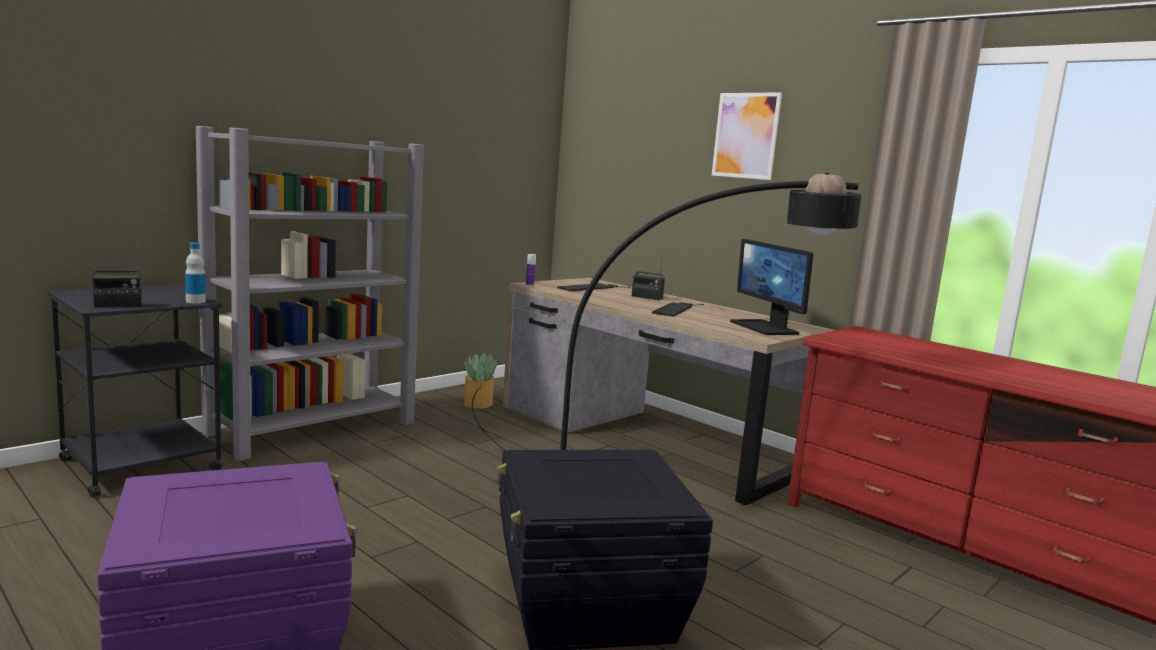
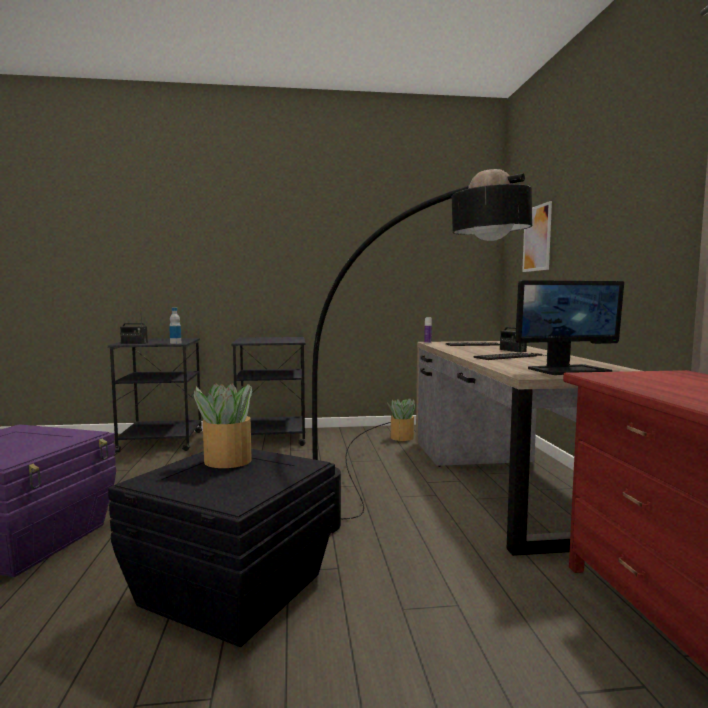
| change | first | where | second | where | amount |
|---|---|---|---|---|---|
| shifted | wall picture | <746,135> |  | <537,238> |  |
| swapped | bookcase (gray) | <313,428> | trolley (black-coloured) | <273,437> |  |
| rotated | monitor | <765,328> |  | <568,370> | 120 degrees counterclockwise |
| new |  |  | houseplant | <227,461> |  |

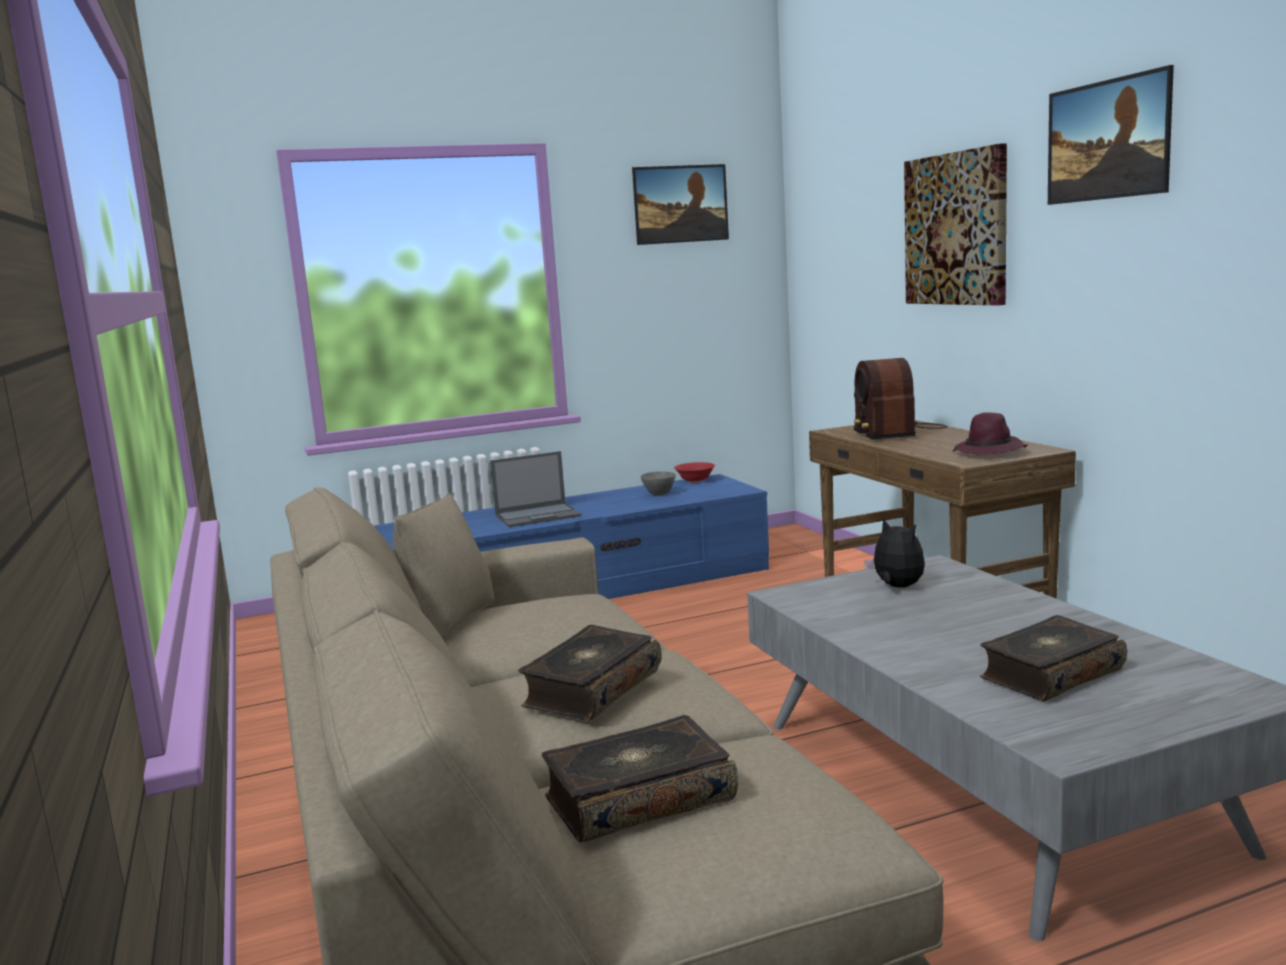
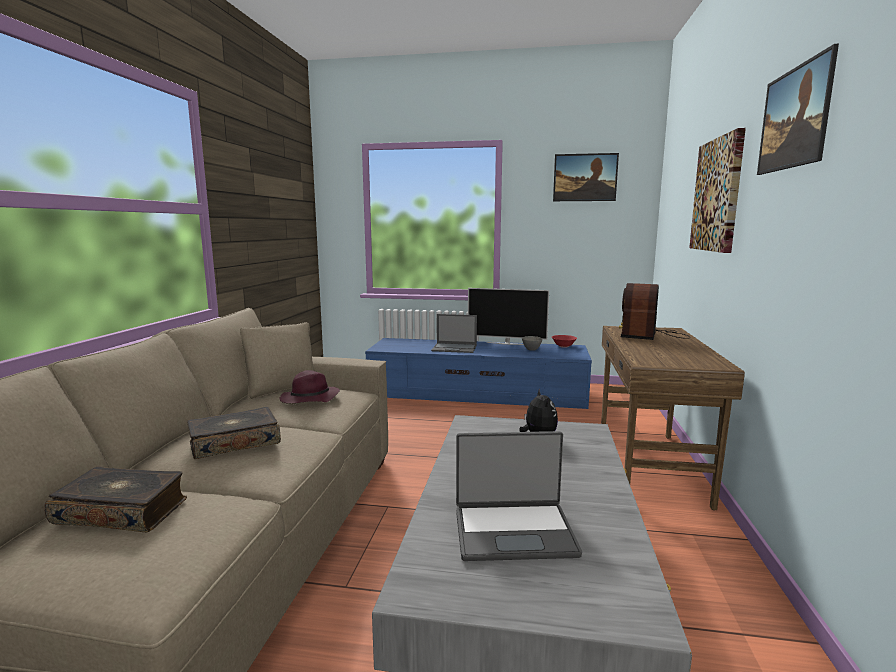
| change | first | where | second | where | amount |
|---|---|---|---|---|---|
| shifted | hat (purple-coloured) | <989,452> |  | <309,399> |  |
| swapped | volume | <1049,674> | portable computer | <514,531> |  |
| new |  |  | TV set | <507,343> |  |

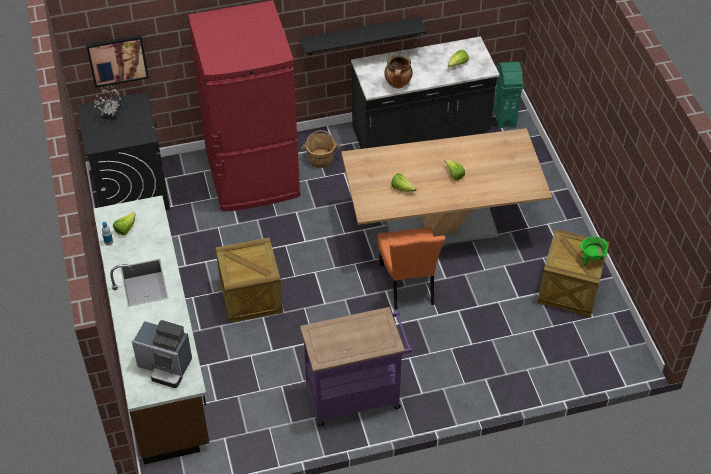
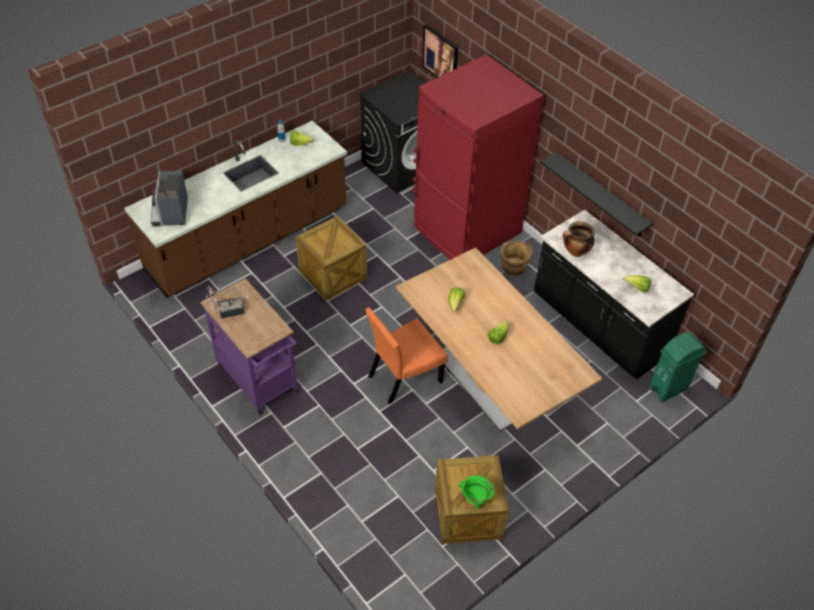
| change | first | where | second | where | amount |
|---|---|---|---|---|---|
| shifted | houseplant | <110,114> |  | <228,310> |  |

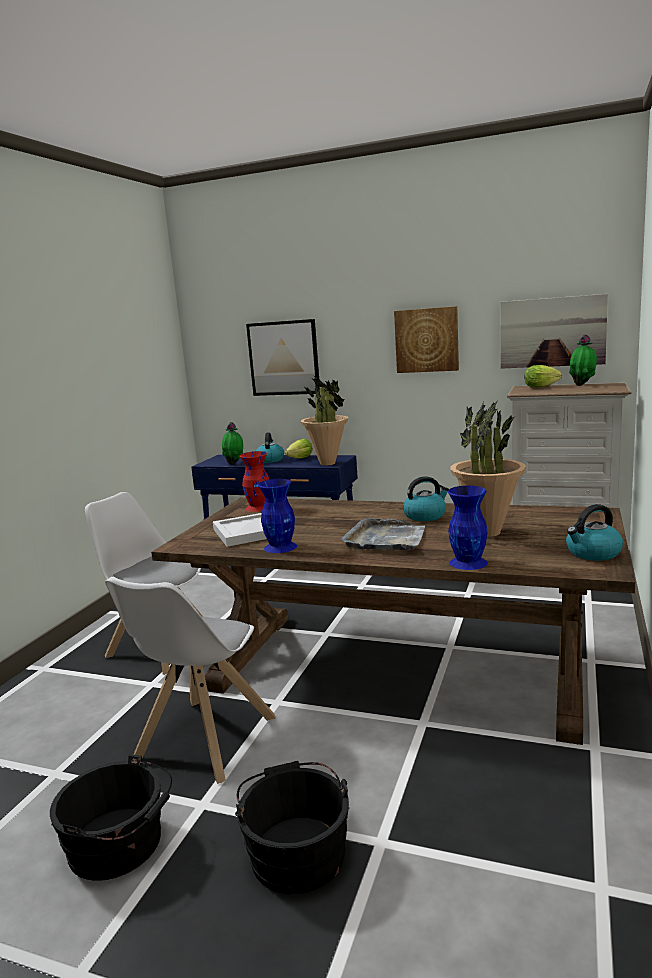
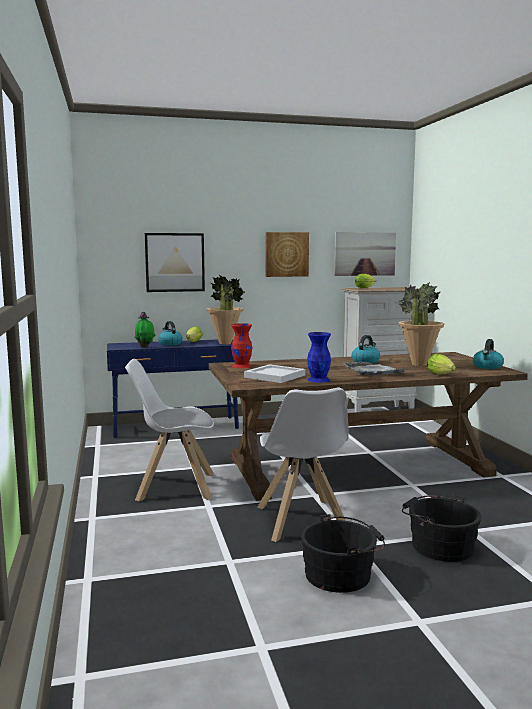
| change | first | where | second | where | amount |
|---|---|---|---|---|---|
| gone | houseplant | <582,385> |  |  |  |
| swapped | vase (blue) | <469,562> | lettuce head | <442,375> |  |

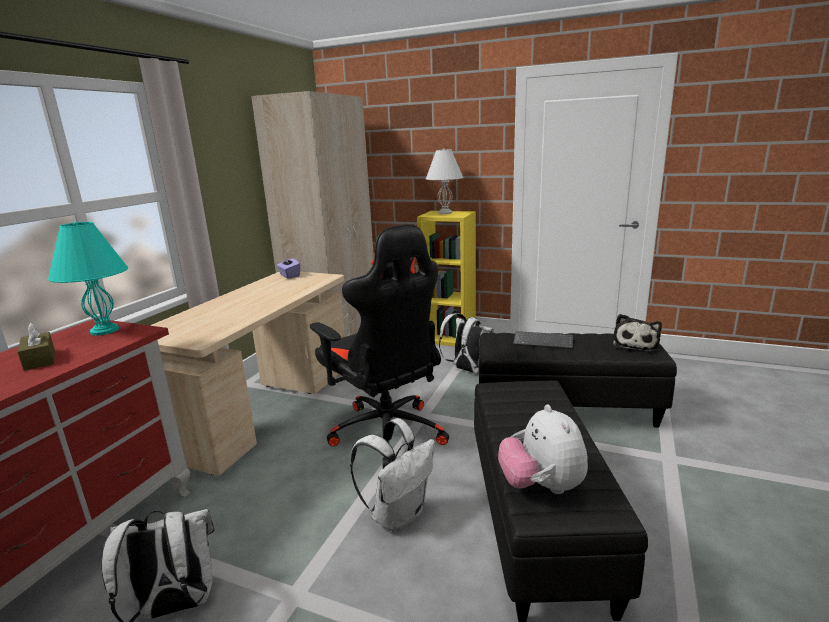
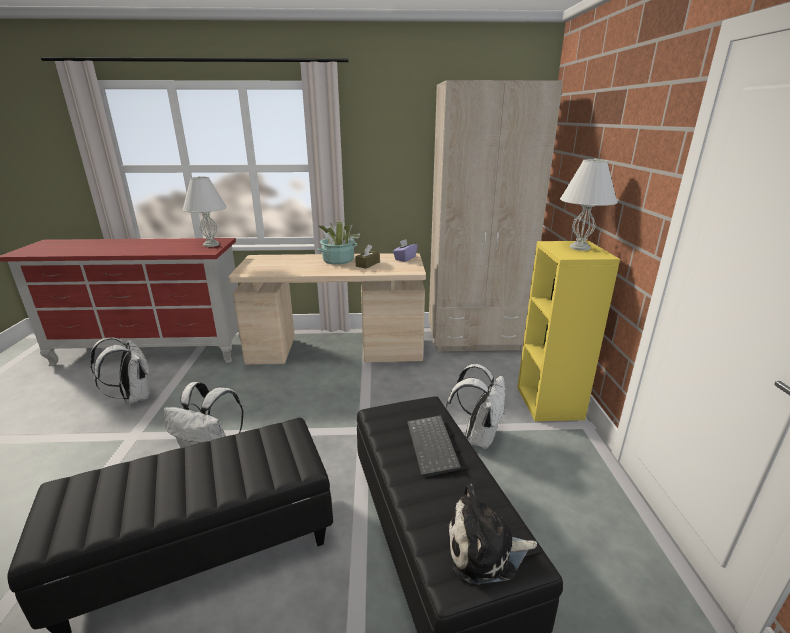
| change | first | where | second | where | amount |
|---|---|---|---|---|---|
| repainted | tabletop lamp (blue-green) | <104,330> | tabletop lamp (white) | <211,244> |  |
| gone | desk chair (black-coloured) | <383,428> |  |  |  |
| shifted | box of tissues (brownish) | <40,359> |  | <367,264> |  |
| gone | cuddly toy | <541,486> |  |  |  |
| new |  |  | houseplant | <338,260> |  |

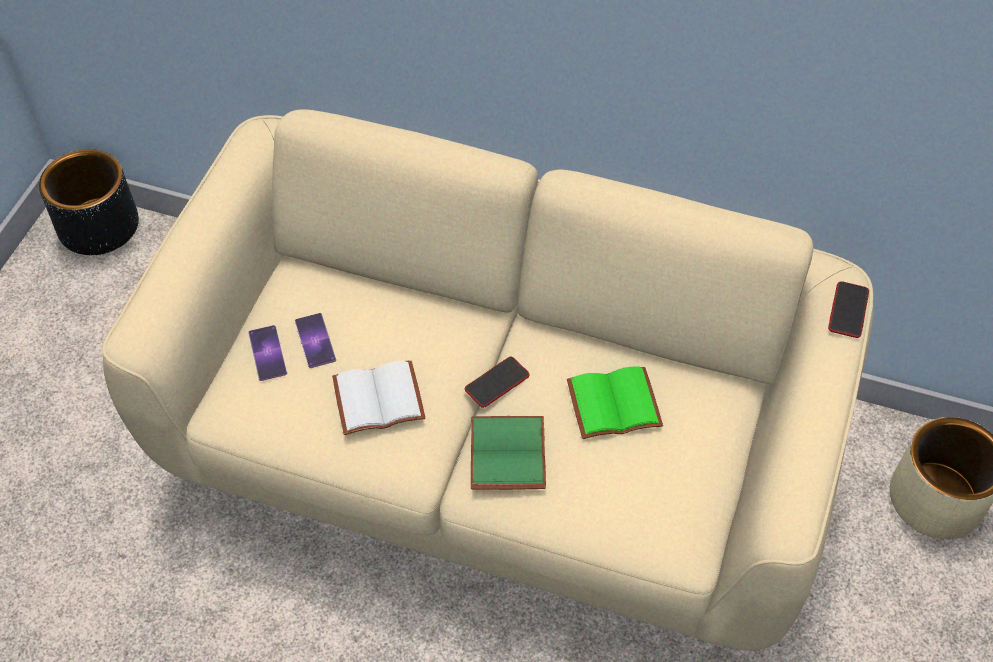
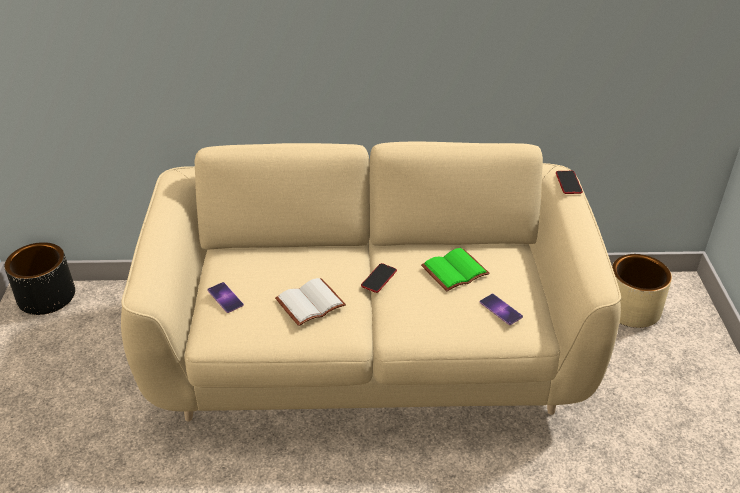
| change | first | where | second | where | amount |
|---|---|---|---|---|---|
| shifted | handset | <315,340> |  | <500,309> |  |
| gone | volume (green) | <510,455> |  |  |  |

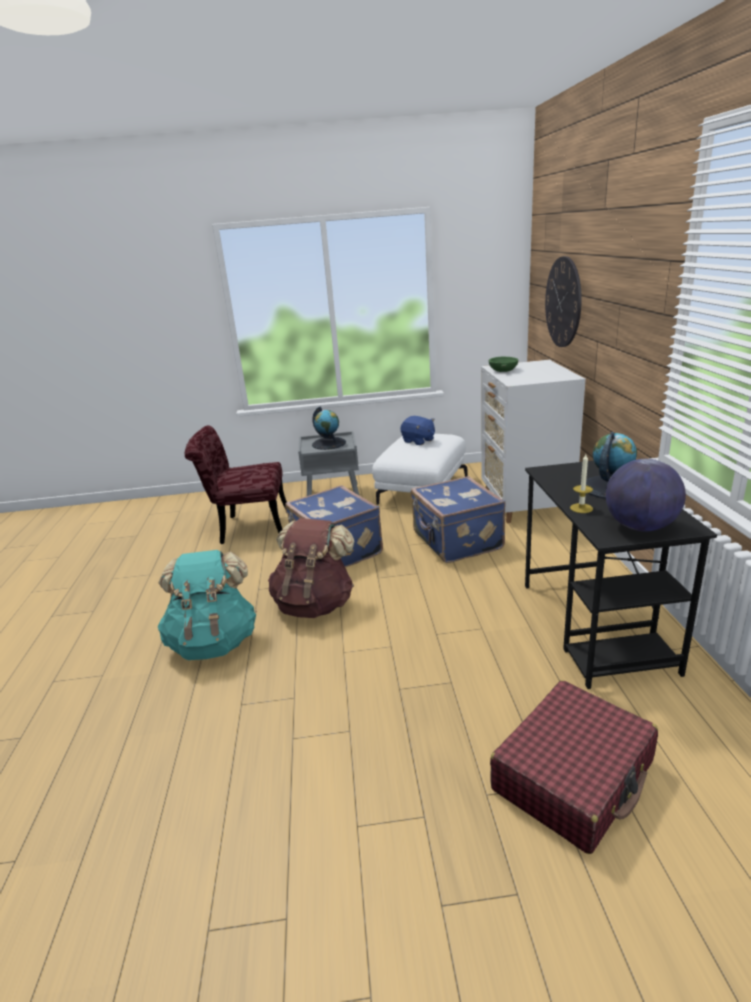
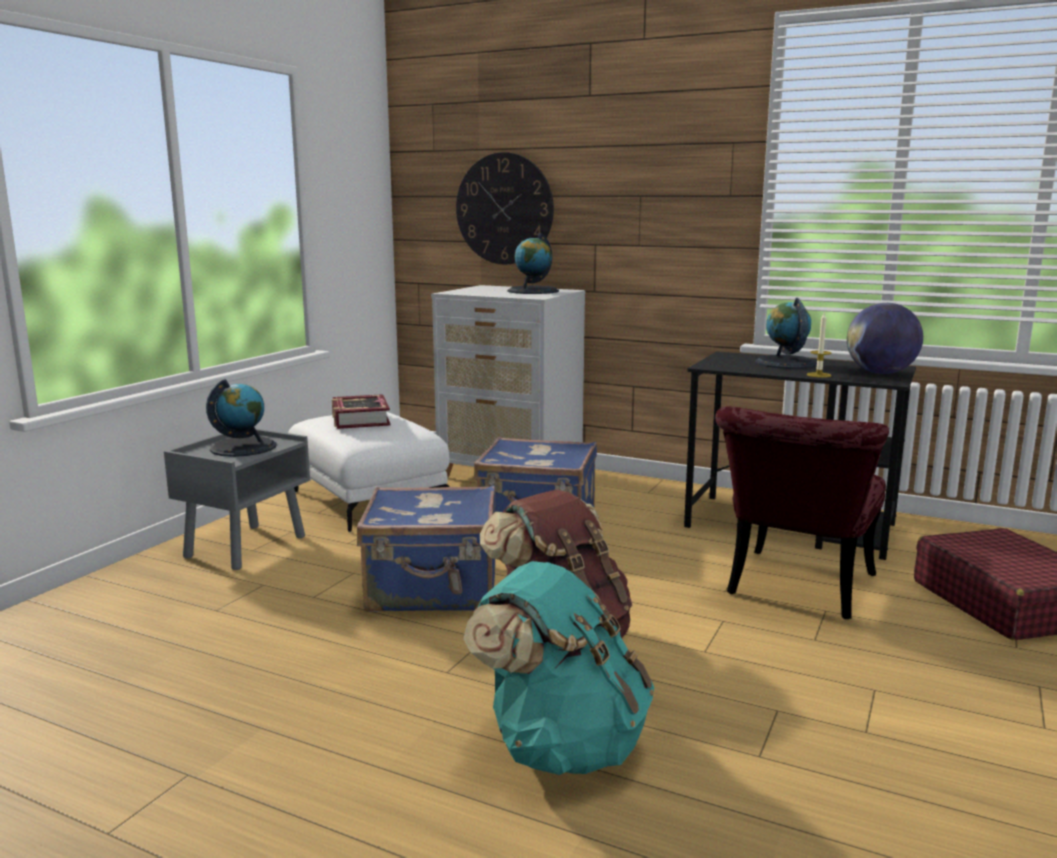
| change | first | where | second | where | amount |
|---|---|---|---|---|---|
| gone | bowl (green) | <502,370> |  |  |  |
| swapped | cuddly toy (blue) | <418,441> | volume | <360,419> |  |
| shifted | upright chair (red-coloured) | <247,528> |  | <796,590> |  |
| new |  |  | world globe | <533,291> |  |

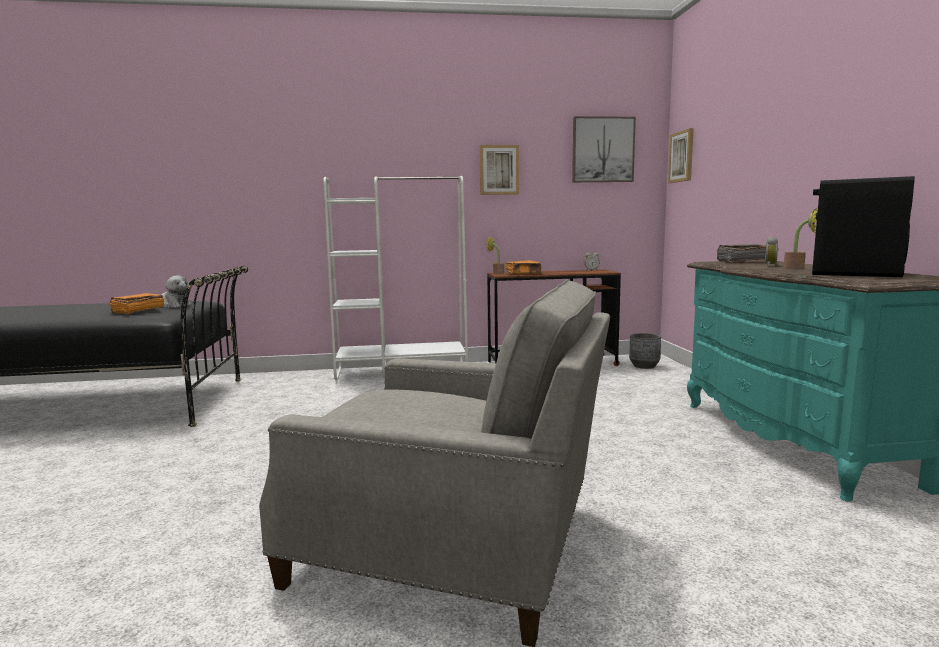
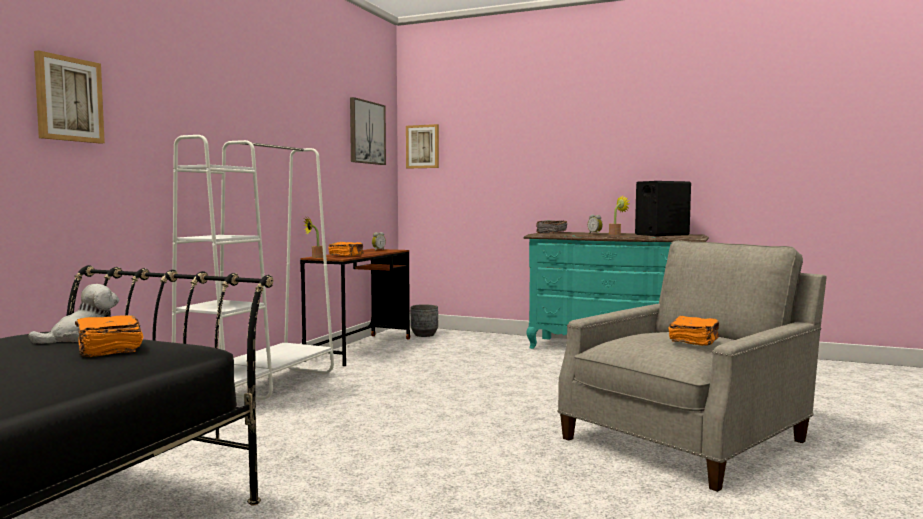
| change | first | where | second | where | amount |
|---|---|---|---|---|---|
| shifted | wall picture | <499,170> |  | <68,99> |  |
| new |  |  | volume (orange-coloured) | <694,341> |  |

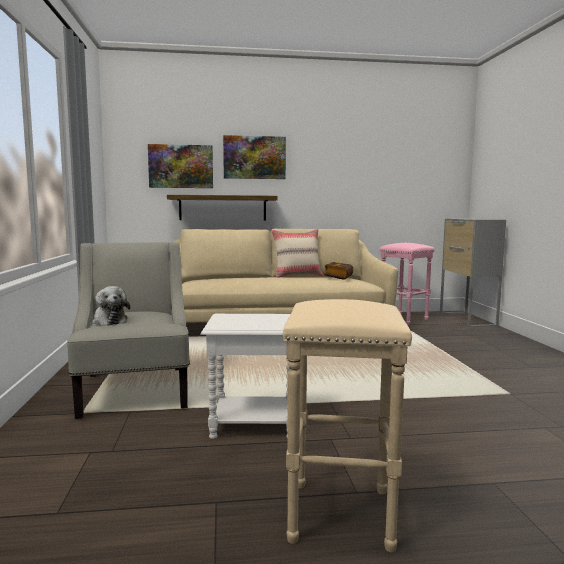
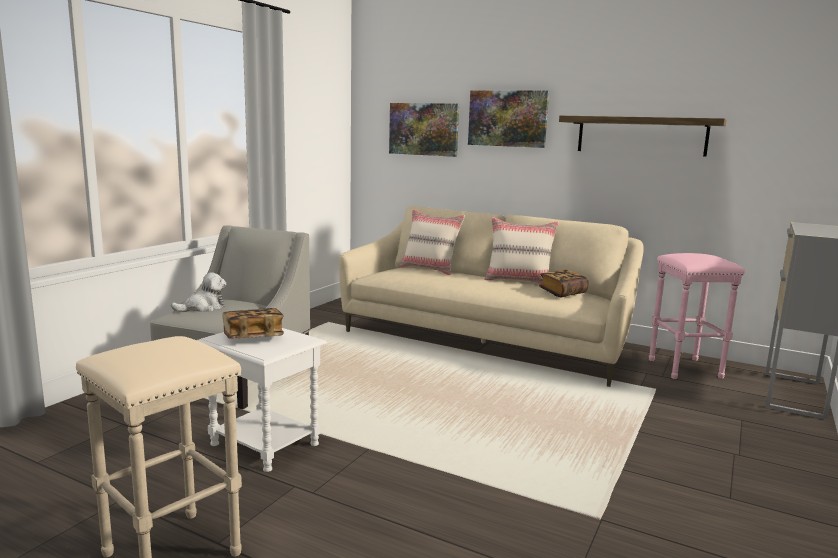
| change | first | where | second | where | amount |
|---|---|---|---|---|---|
| shifted | wall shelf | <223,208> |  | <641,135> |  |
| rotated | cuddly toy | <109,321> |  | <203,308> | 120 degrees counterclockwise |
| new |  |  | throw pillow (beige) | <430,269> |  |
| new |  |  | volume | <253,337> |  |

